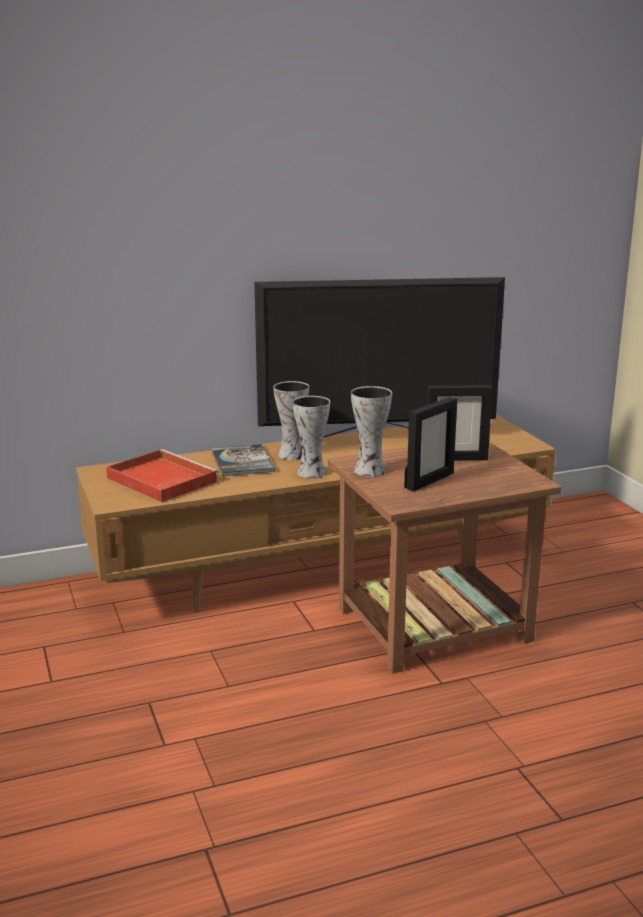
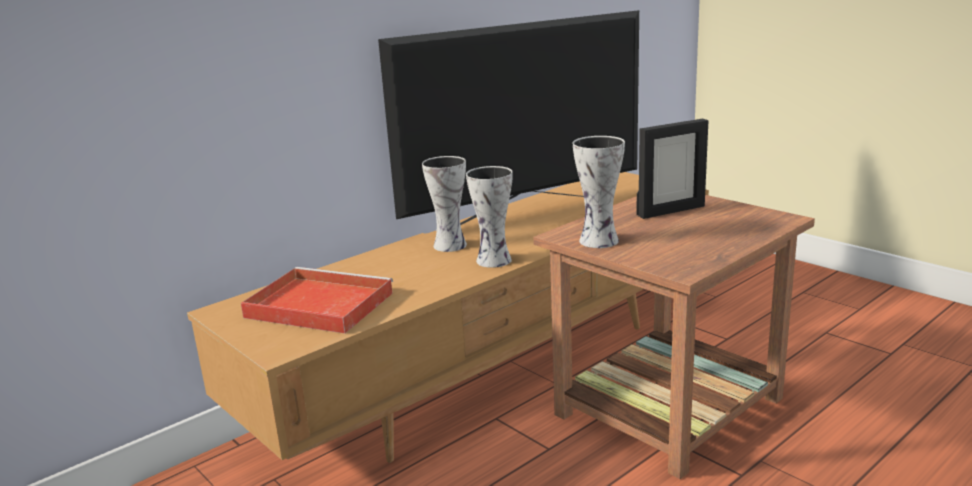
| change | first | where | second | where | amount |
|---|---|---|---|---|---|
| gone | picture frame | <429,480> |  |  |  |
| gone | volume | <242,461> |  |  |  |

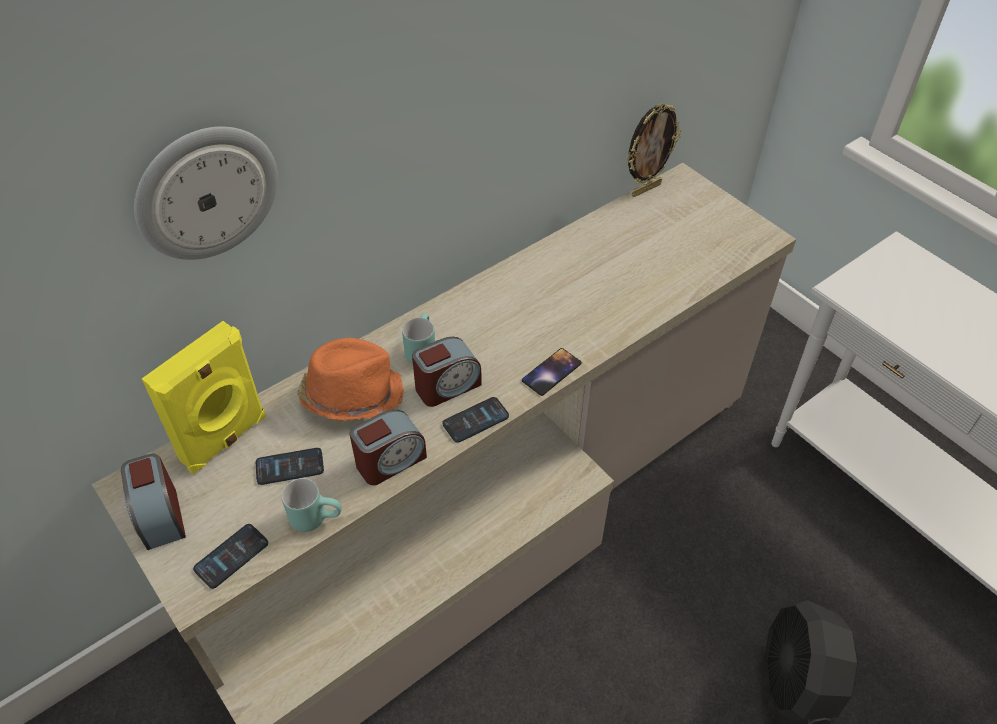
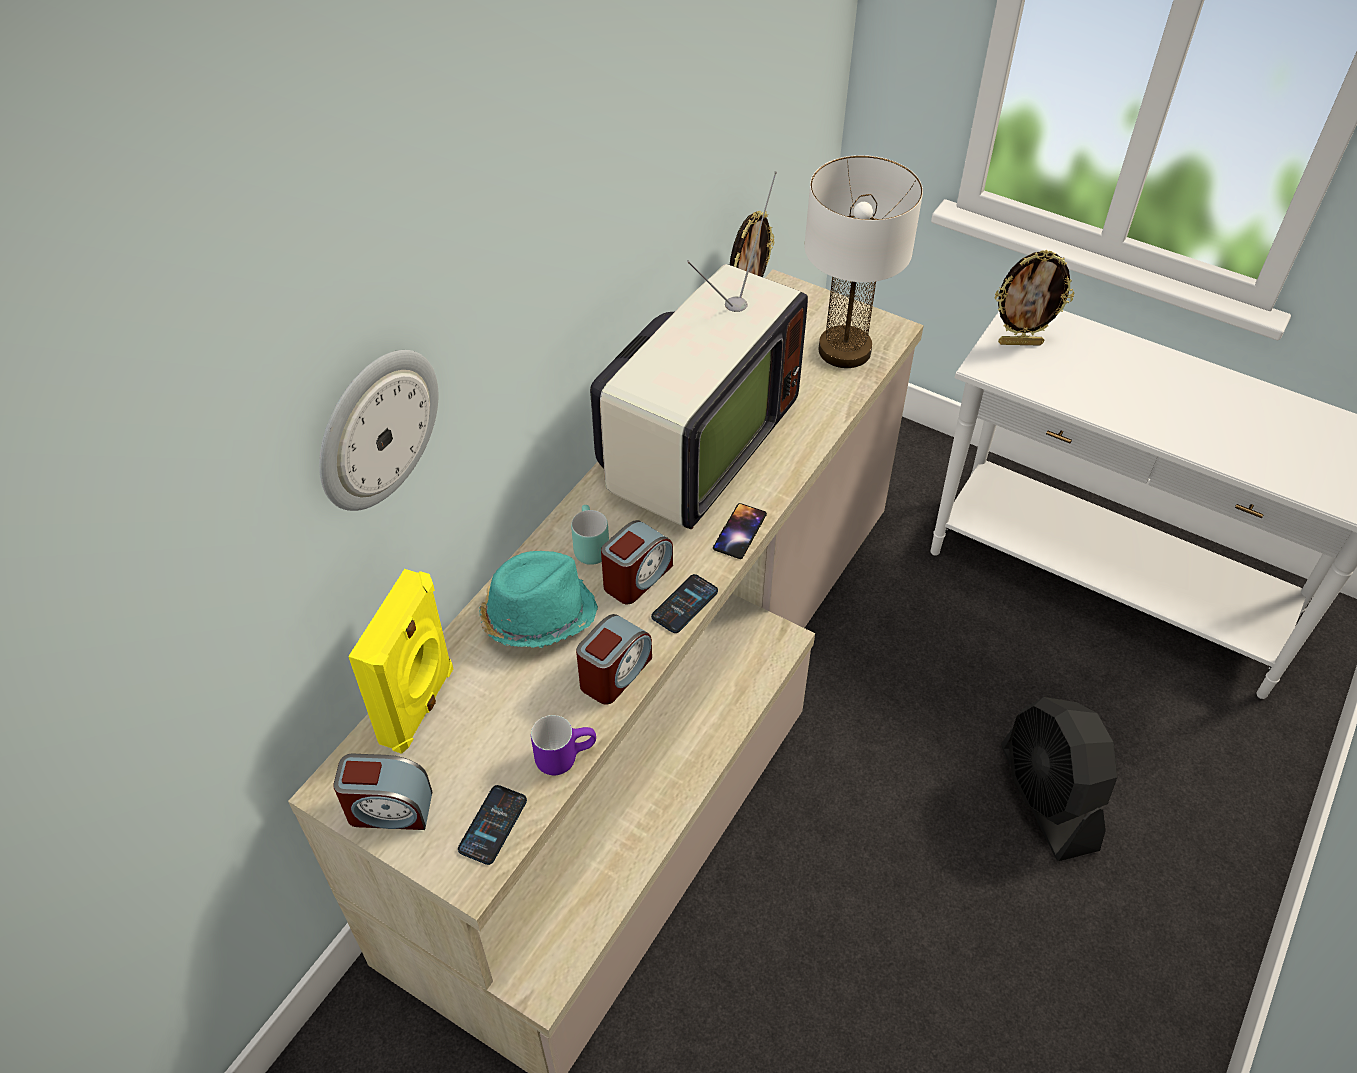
| change | first | where | second | where | amount |
|---|---|---|---|---|---|
| repainted | hat (orange-coloured) | <352,394> | hat (blue-green) | <537,616> |  |
| gone | handset | <290,467> |  |  |  |
| rotated | table clock | <160,516> |  | <389,809> | 45 degrees counterclockwise |
| repainted | mug (blue-green) | <316,516> | mug (purple-coloured) | <564,755> |  |
| new |  |  | tabletop lamp | <844,351> |  |
| new |  |  | TV set | <693,450> |  |
| new |  |  | picture frame | <1020,343> |  |

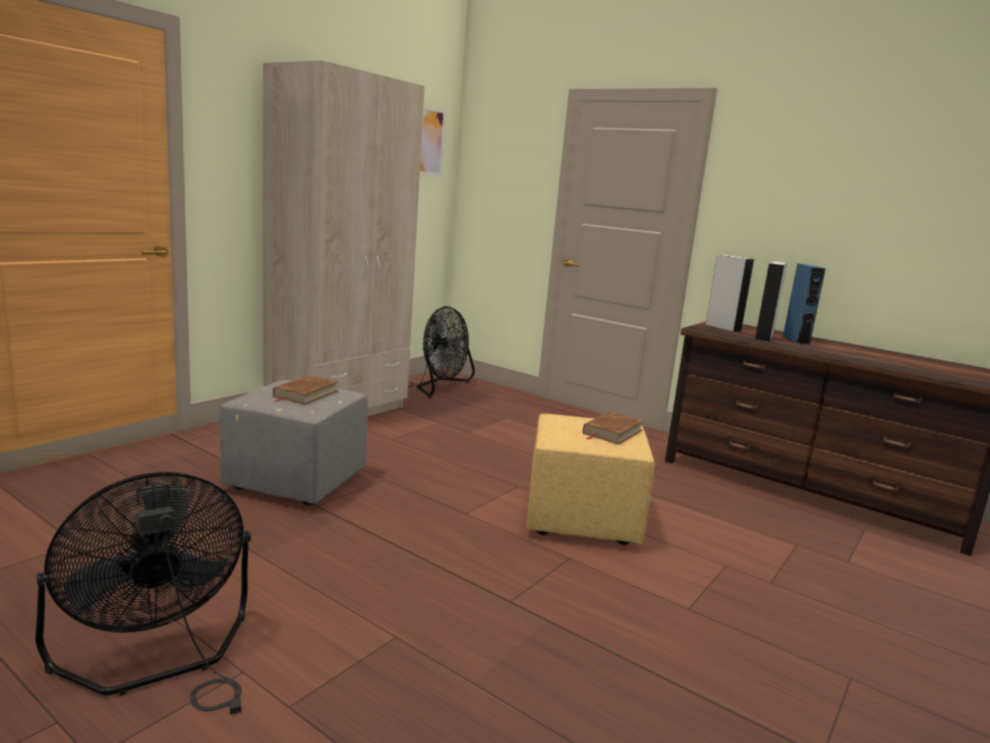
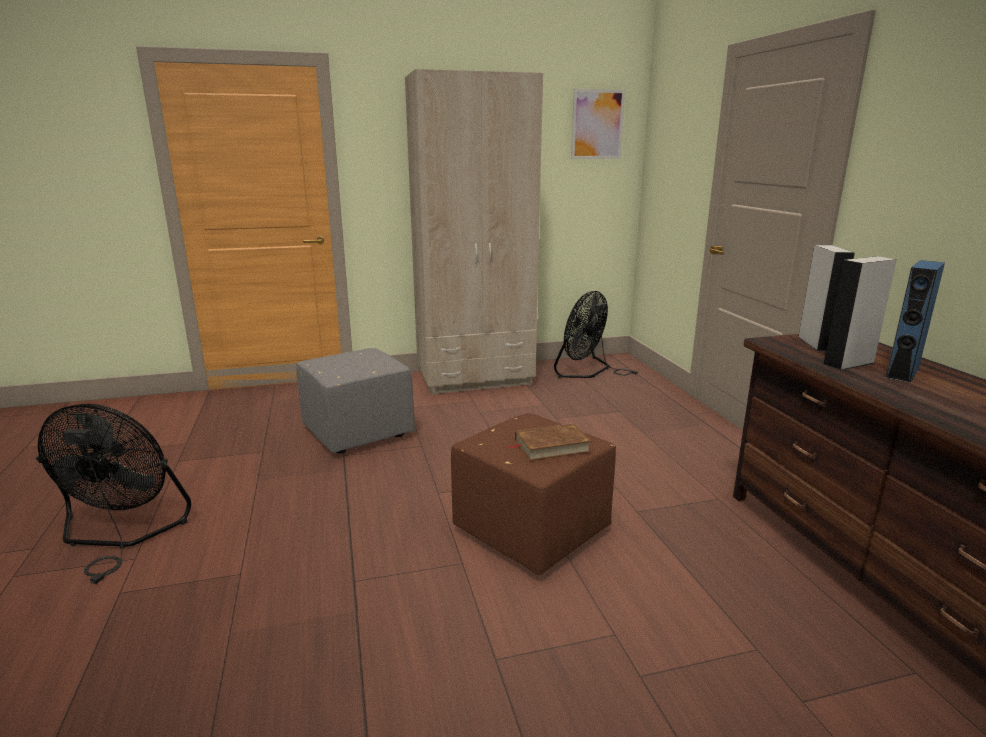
| change | first | where | second | where | amount |
|---|---|---|---|---|---|
| rotated | cooling fan (black-coloured) | <435,387> |  | <592,370> | 150 degrees clockwise |
| gone | volume (brownish) | <305,394> |  |  |  |
| repainted | ottoman (yellow-coloured) | <582,519> | ottoman (brownish) | <533,531> |  |

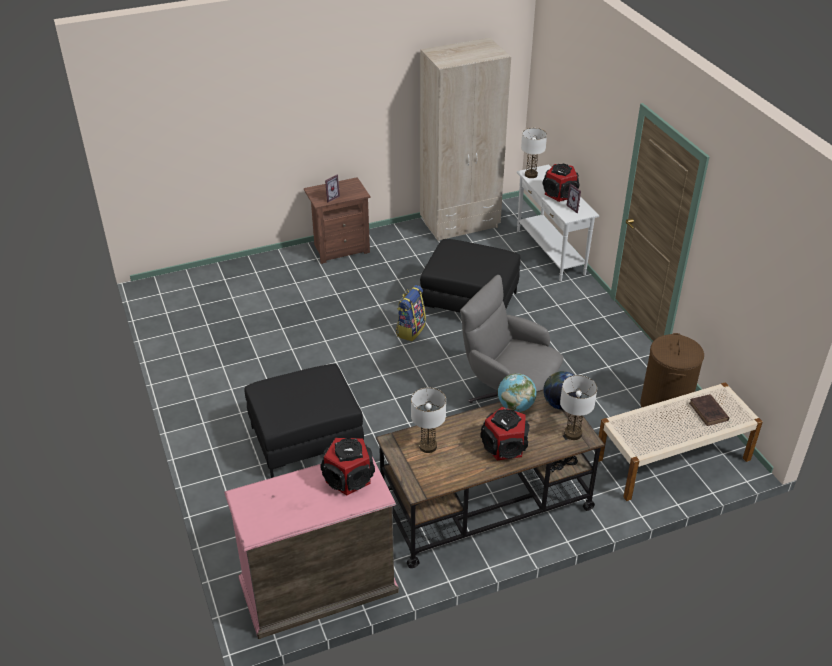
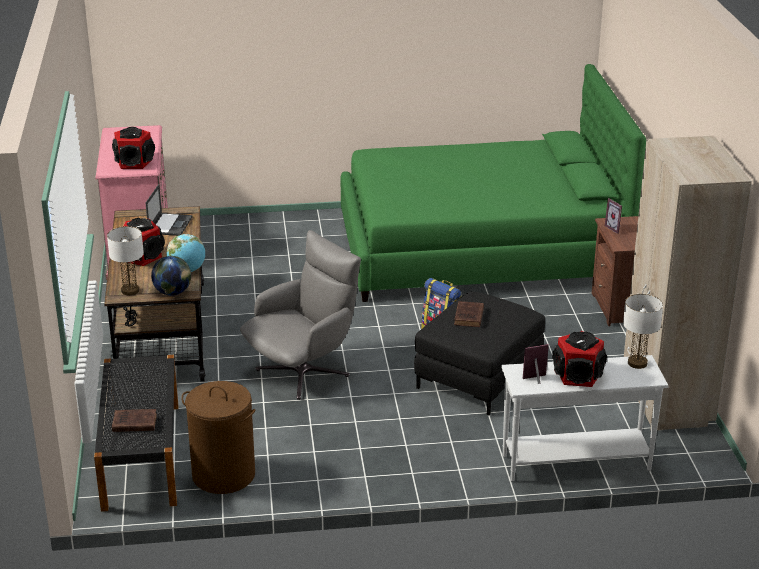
| change | first | where | second | where | amount |
|---|---|---|---|---|---|
| gone | ottoman (black-coloured) | <306,439> |  |  |  |
| repainted | bench (beige) | <673,459> | bench (black-coloured) | <141,455> |  |
| swapped | tabletop lamp | <427,446> | portable computer | <170,224> |  |
| new |  |  | bedroom bed (green) | <480,249> |  |
| new |  |  | volume (brownish) | <468,317> |  |

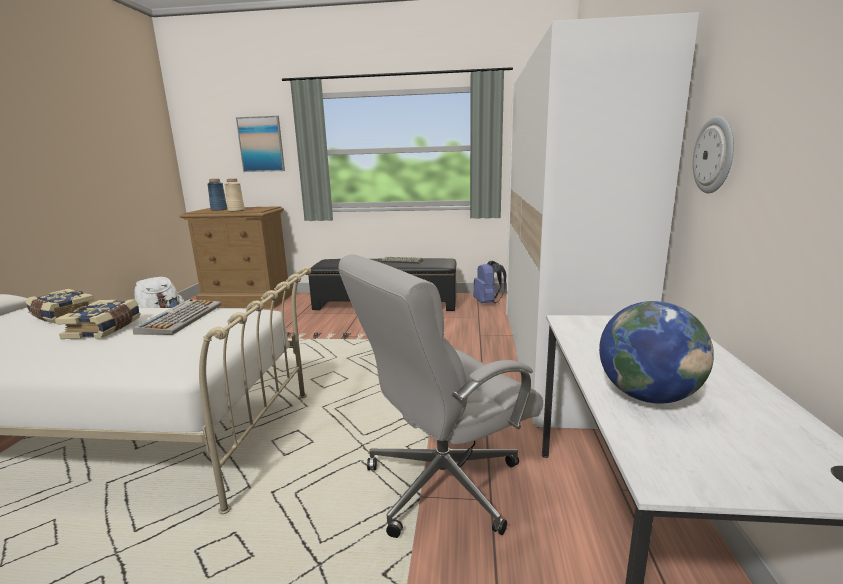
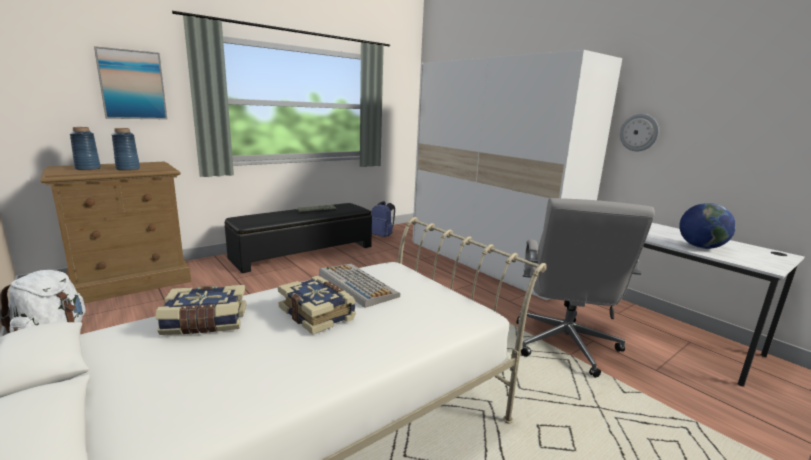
| change | first | where | second | where | amount |
|---|---|---|---|---|---|
| repainted | vase (beige) | <236,210> | vase (blue) | <128,169> |  |

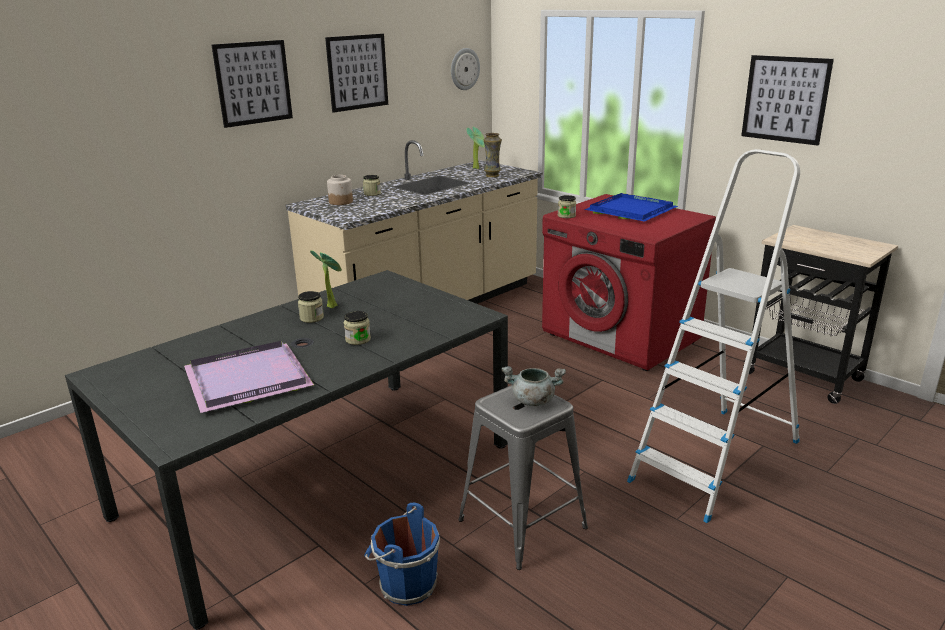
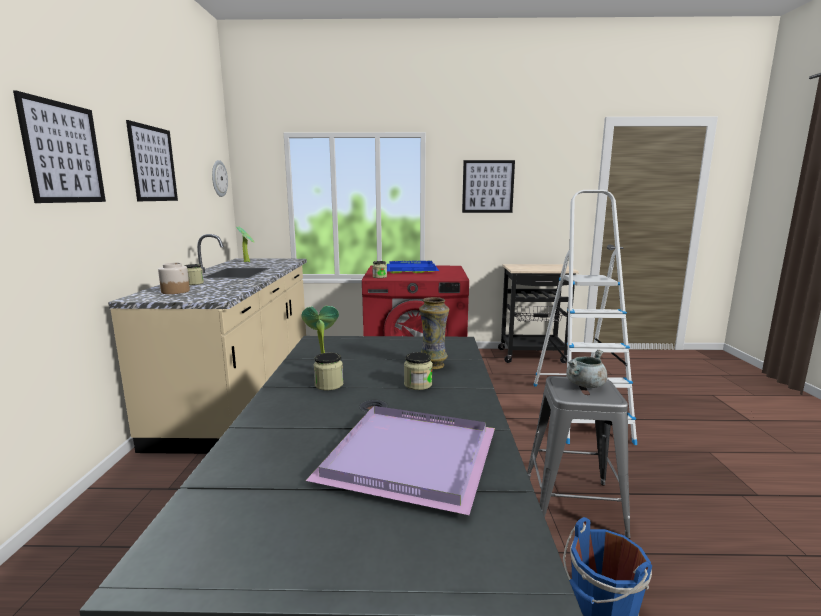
| change | first | where | second | where | amount |
|---|---|---|---|---|---|
| shifted | vase | <492,175> |  | <433,365> |  |

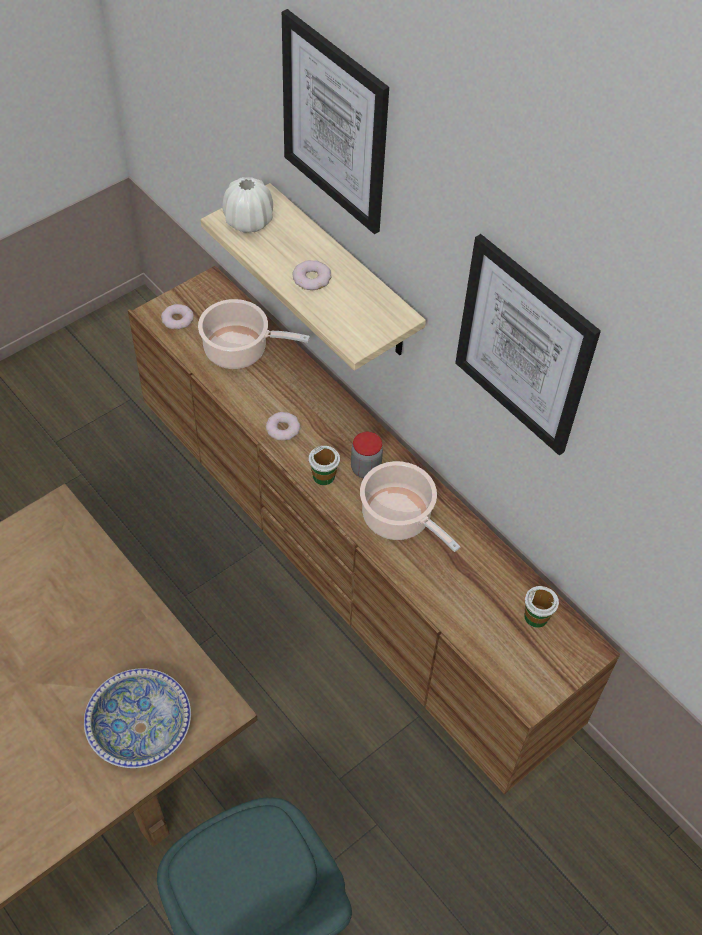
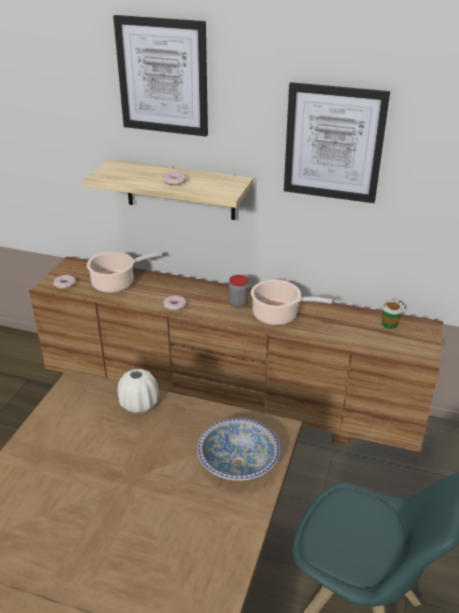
| change | first | where | second | where | amount |
|---|---|---|---|---|---|
| shifted | vase (white) | <249,221> |  | <139,403> |  |
| gone | small cup | <323,476> |  |  |  |

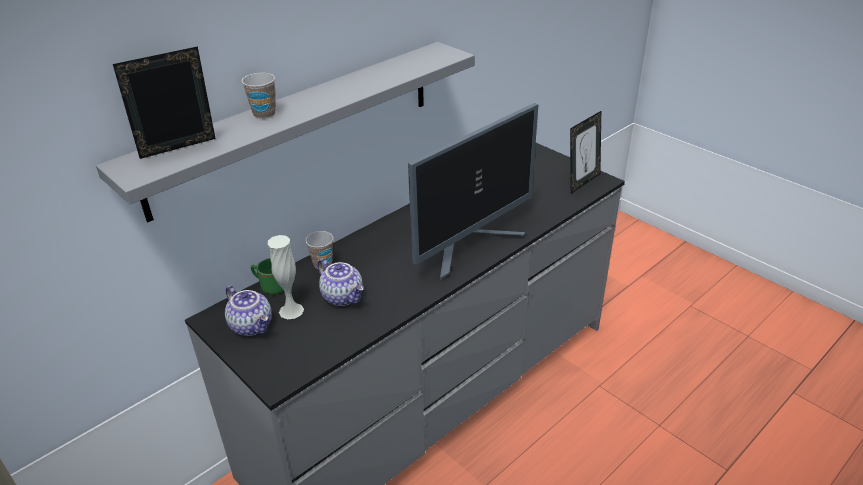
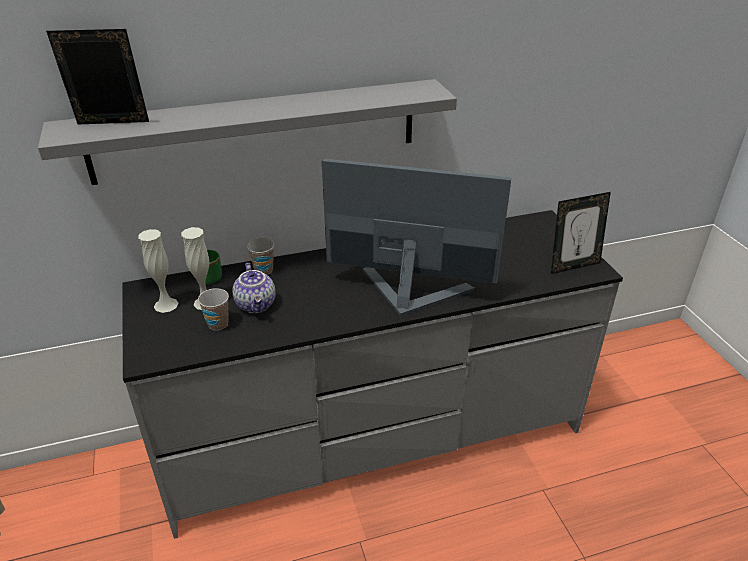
| change | first | where | second | where | amount |
|---|---|---|---|---|---|
| shifted | small cup | <264,114> |  | <218,324> |  |
| rotated | monitor | <471,244> |  | <408,293> | 150 degrees counterclockwise |
| swapped | pot for tea | <252,325> | vase (white) | <166,305> |  |

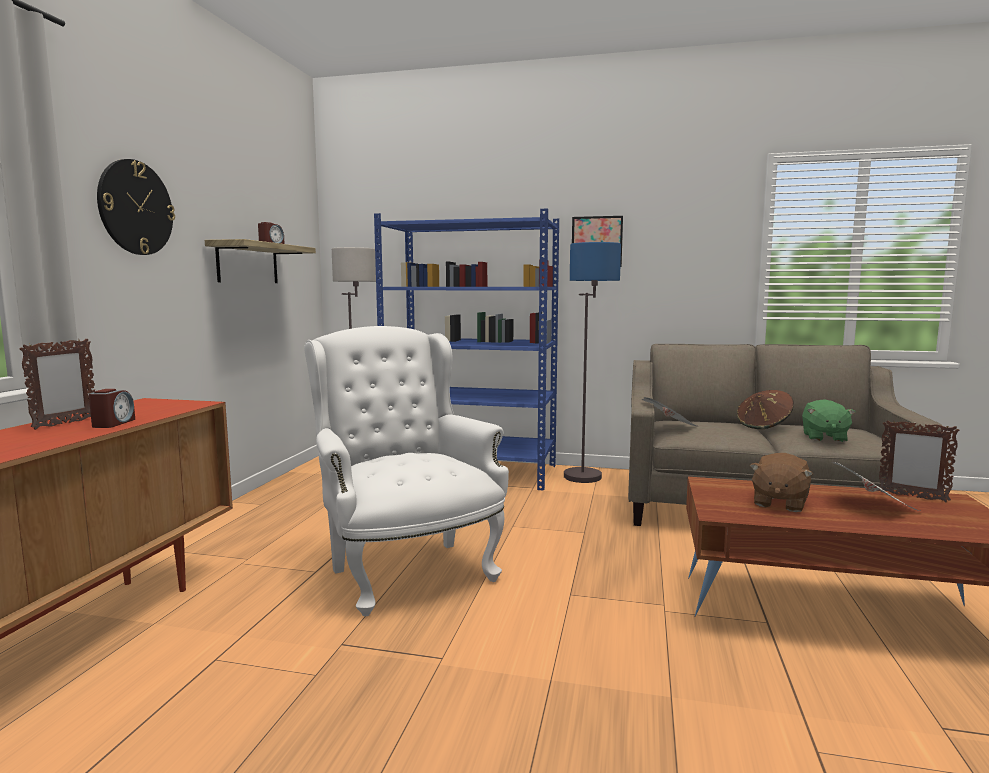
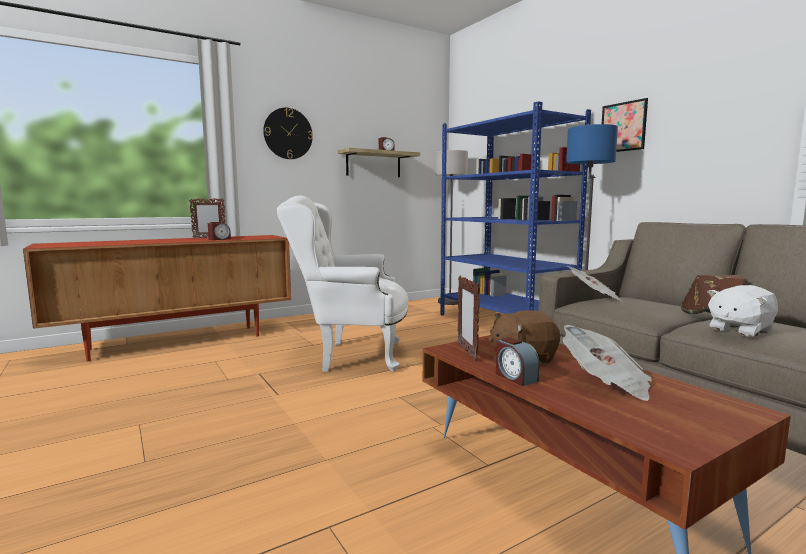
| change | first | where | second | where | amount |
|---|---|---|---|---|---|
| rotated | armchair (white) | <405,568> |  | <350,356> | 105 degrees counterclockwise |
| repainted | cuddly toy (green) | <824,437> | cuddly toy (white) | <739,330> |  |
| shifted | picture frame | <912,496> |  | <467,352> |  |
| new |  |  | table clock | <515,377> |  |

